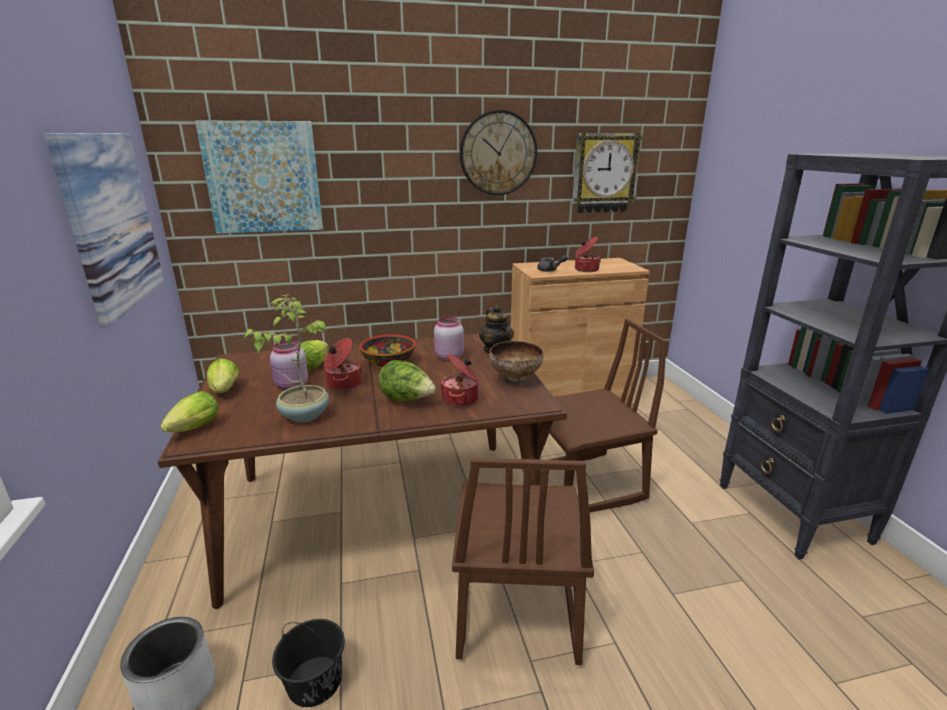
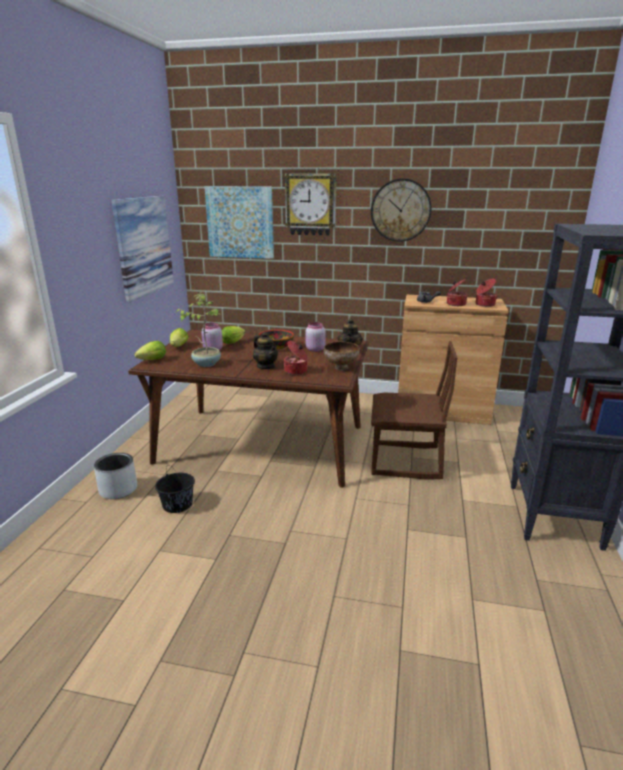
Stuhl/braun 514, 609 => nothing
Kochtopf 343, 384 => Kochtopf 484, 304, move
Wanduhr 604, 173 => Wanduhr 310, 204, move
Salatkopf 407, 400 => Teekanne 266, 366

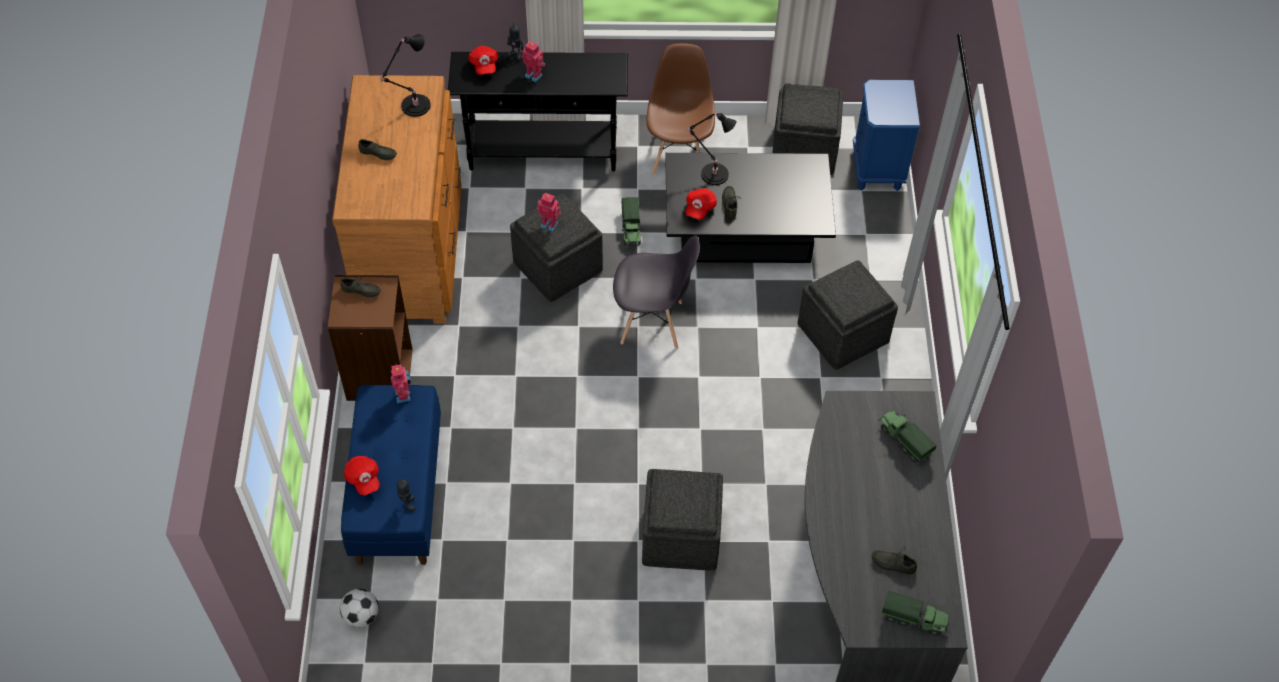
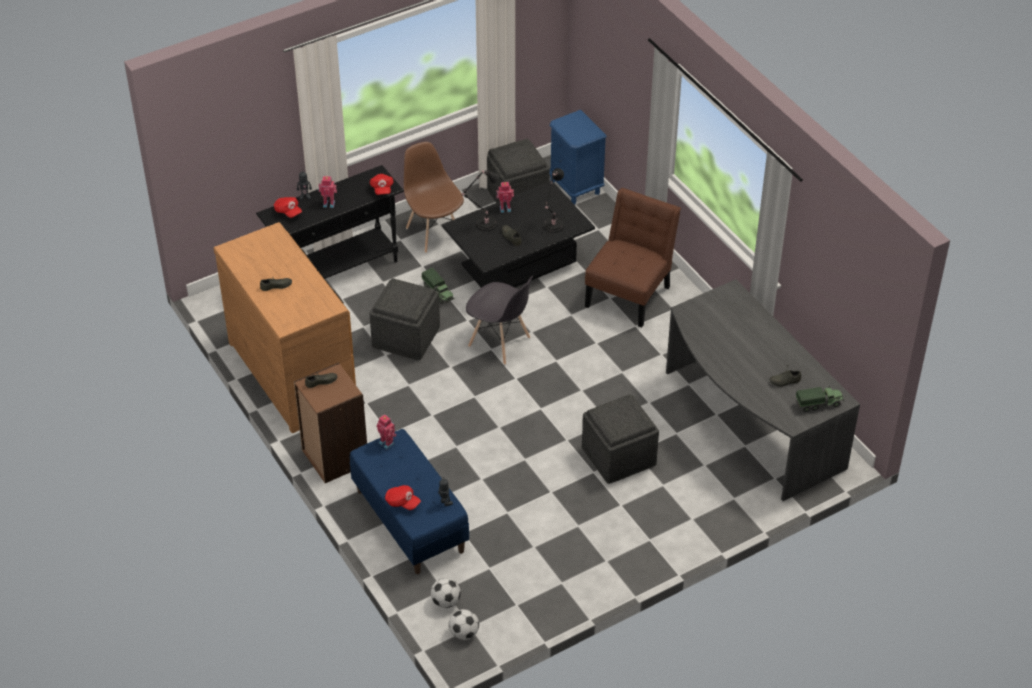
Spielzeuglaster 904, 440 => nothing
nothing => Fußball 464, 633
Tischlampe/schwarz 413, 106 => Tischlampe/schwarz 552, 226, move
Spielzeugroboter 550, 224 => Spielzeugroboter 505, 208, move
Kappe/rot 699, 208 => Kappe/rot 382, 189, move
Polsterhocker/grau 844, 333 => Stuhl/braun 630, 293
Stuhl/grau 652, 323 => Stuhl/grau 500, 342, 60 degrees clockwise

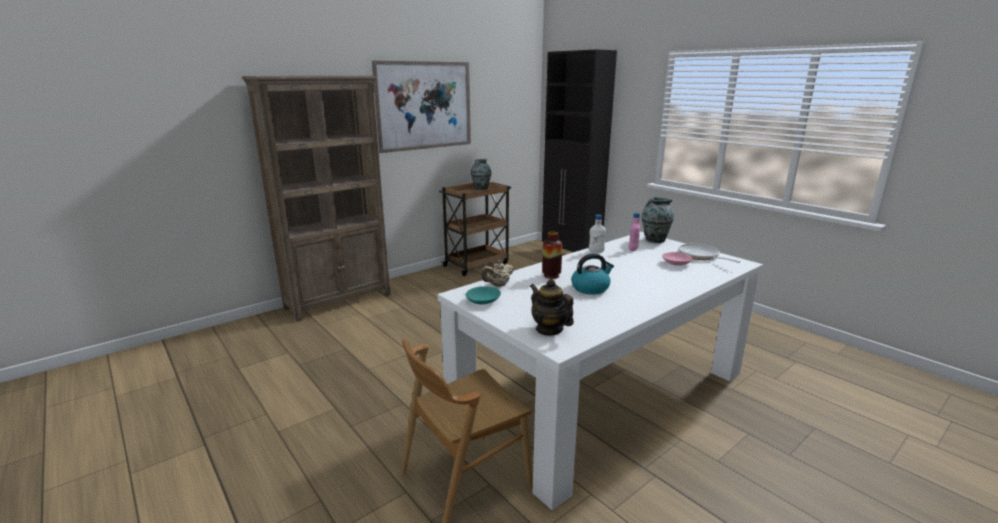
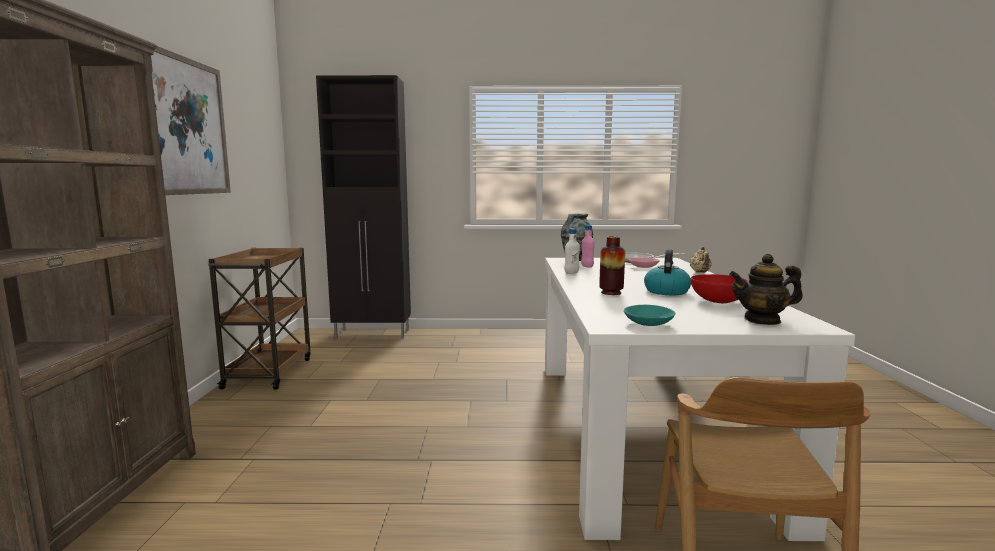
Vase 481, 189 => nothing
nothing => Schüssel/rot 717, 301
Teekanne/beige 498, 285 => Teekanne/beige 700, 272, move

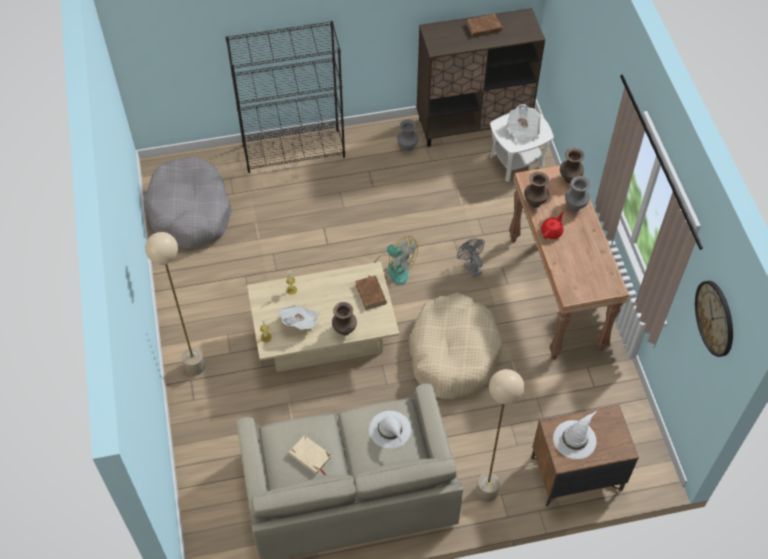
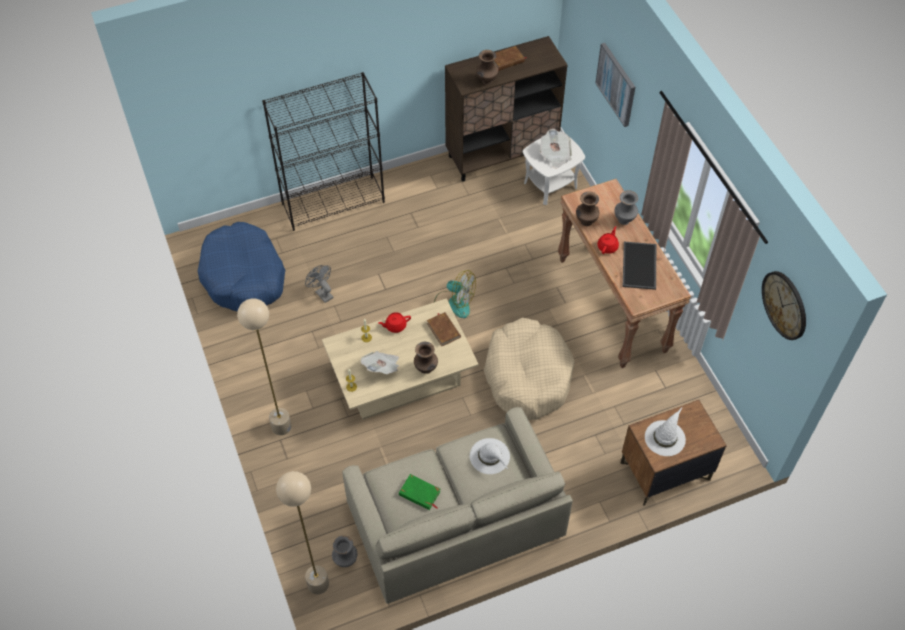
nothing => Teekanne/rot 395, 326
nothing => Bild 616, 84
nothing => Tablett 640, 266
Vase/grau 407, 147 => Vase/grau 345, 561, move
Ventilator/grau 470, 266 => Ventilator/grau 322, 293, move
Stehlampe/beige 486, 492 => Stehlampe/beige 318, 584, move
Vase/braun 569, 179 => Vase/braun 486, 81, move
Hundebett/grau 190, 211 => Hundebett/blau 244, 276
Buch/beige 310, 457 => Buch/grün 419, 494

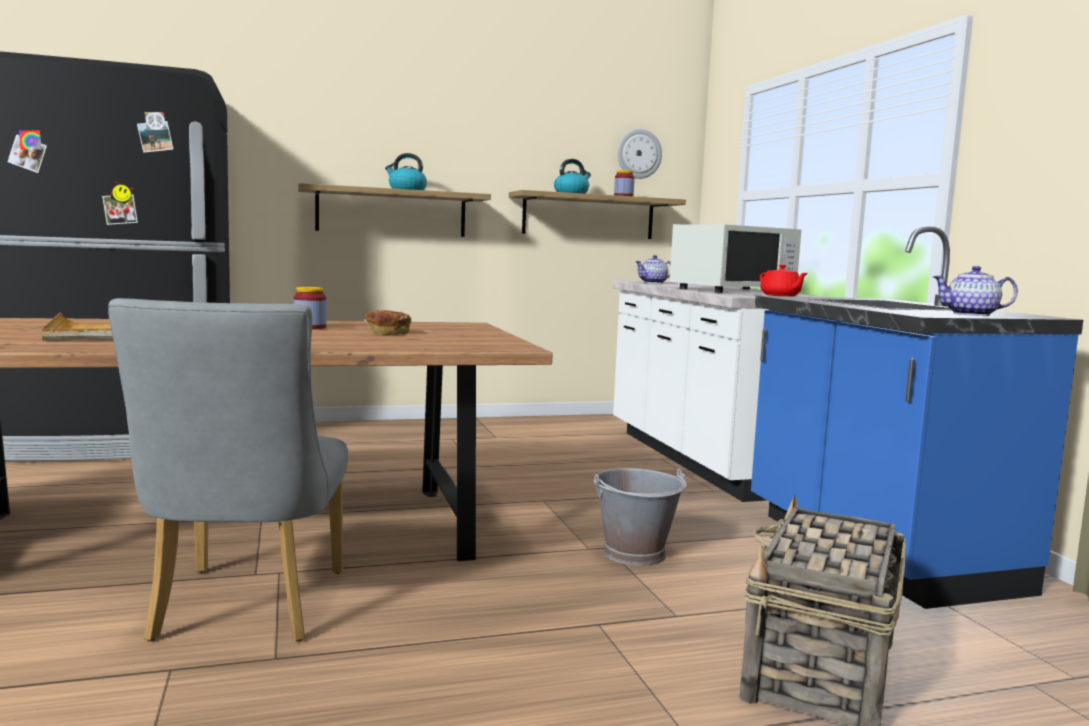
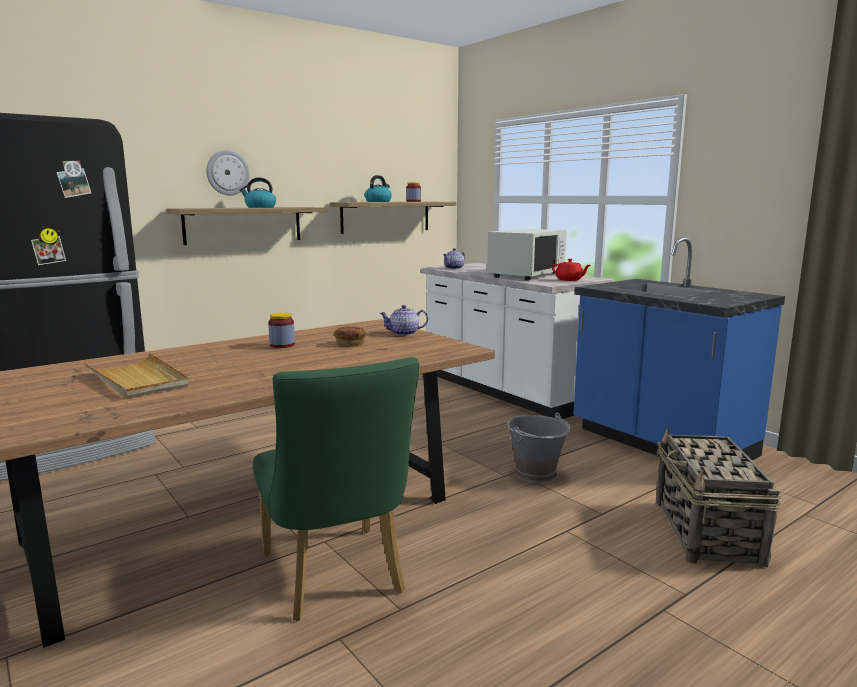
Wanduhr 639, 154 => Wanduhr 227, 172, move
Teekanne 972, 314 => Teekanne 404, 333, move
Stuhl/grau 244, 611 => Stuhl/grün 336, 578

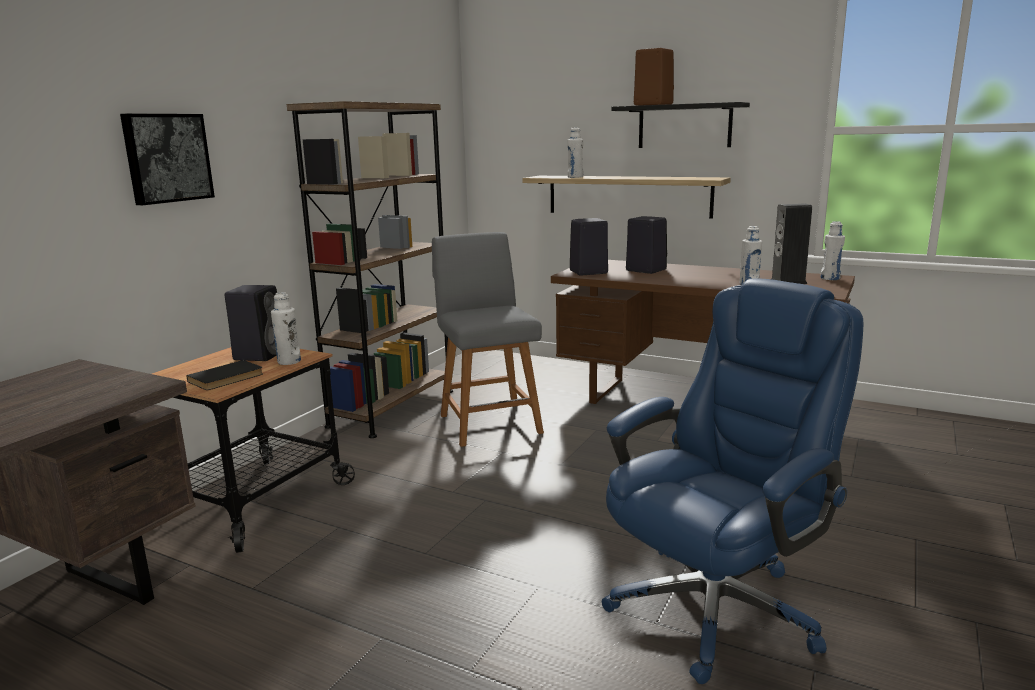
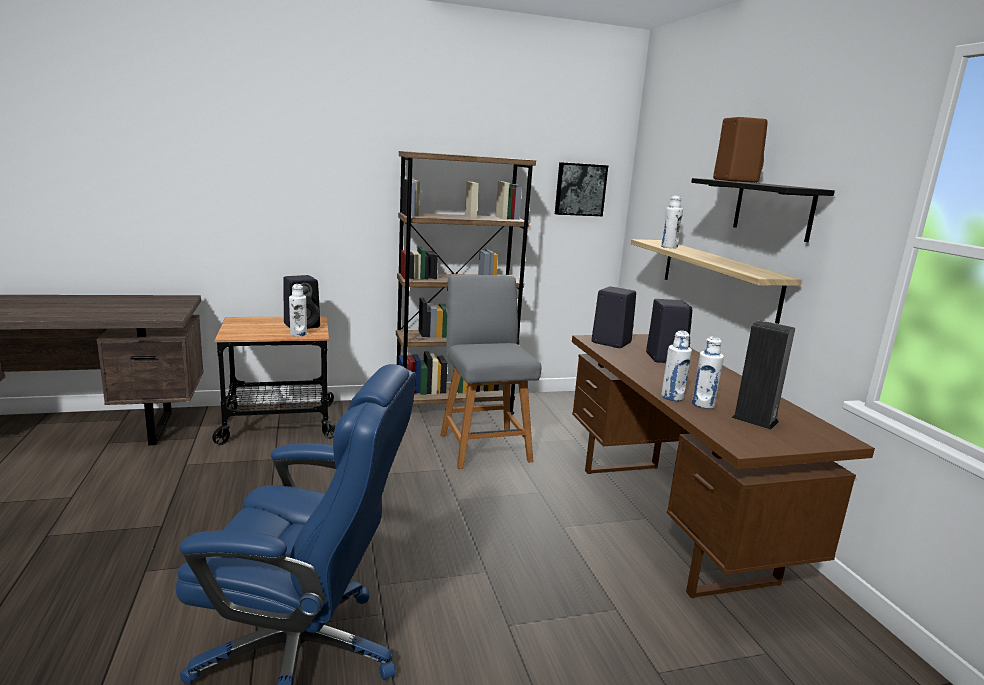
Buch/schwarz 227, 378 => nothing
Bild 166, 158 => Bild 580, 189, move
Flasche/weiß 830, 278 => Flasche/weiß 672, 397, move
Stuhl/grau 489, 422 => Stuhl/grau 483, 446, 45 degrees counterclockwise

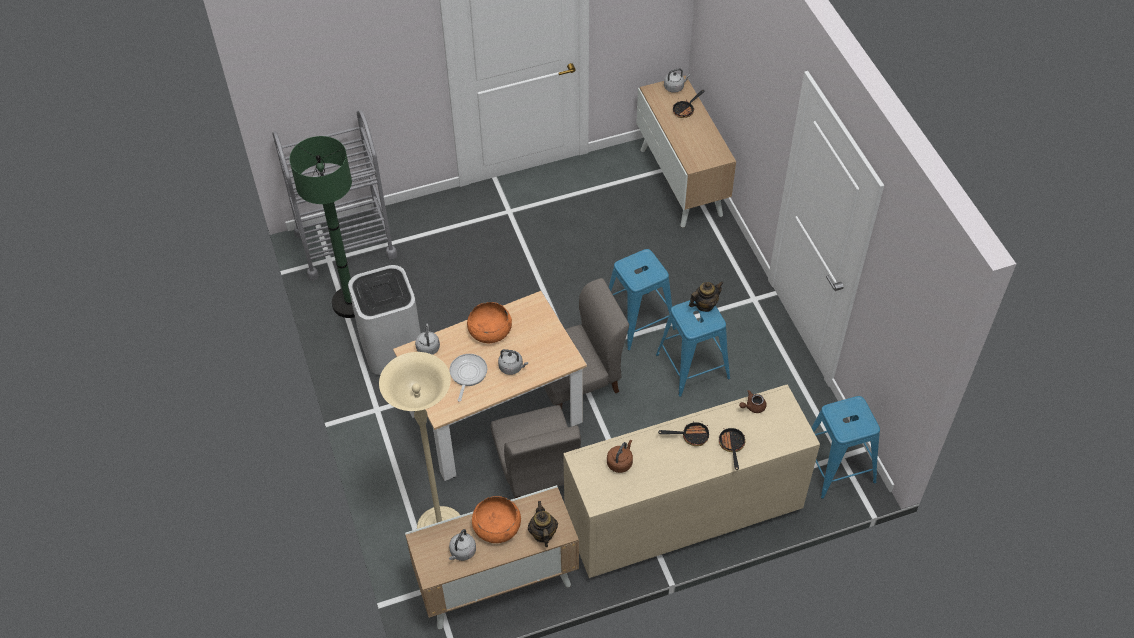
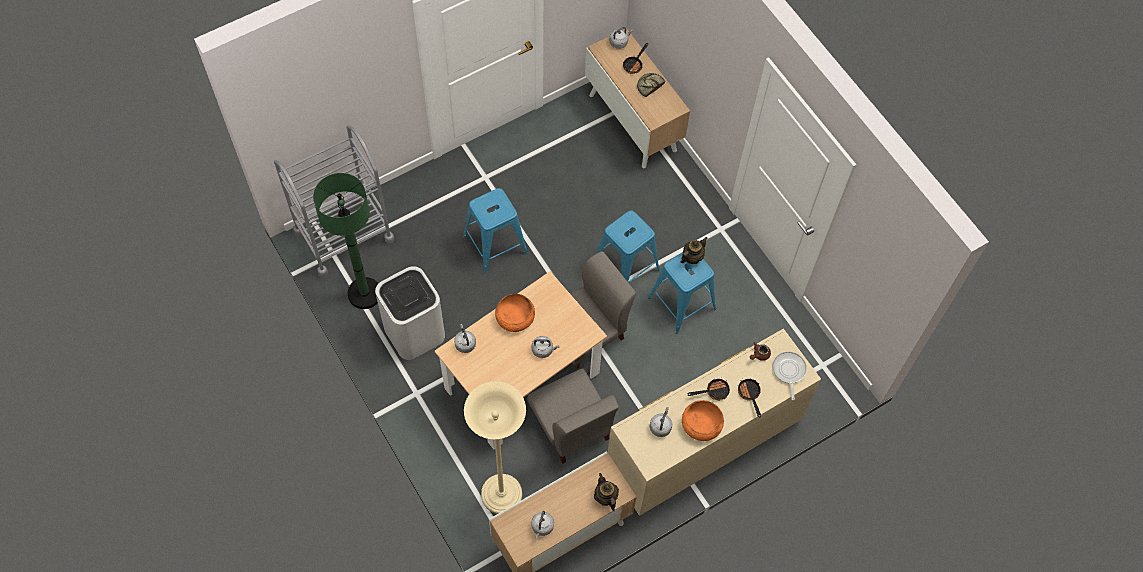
nothing => Brot 649, 86
Pfanne 467, 374 => Pfanne 788, 371, move
Schüssel/orange 497, 526 => Schüssel/orange 701, 424, move
Hocker/blau 836, 466 => Hocker/blau 495, 245, move
Wasserkessel/braun 620, 462 => Wasserkessel/grau 660, 426

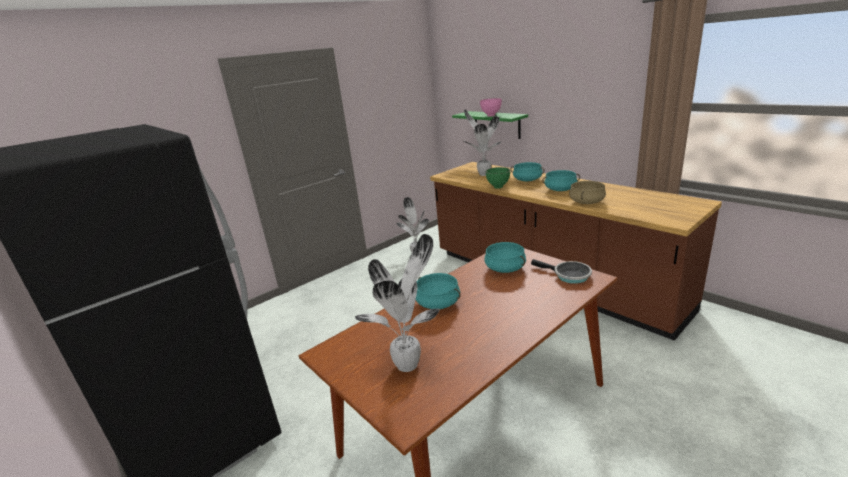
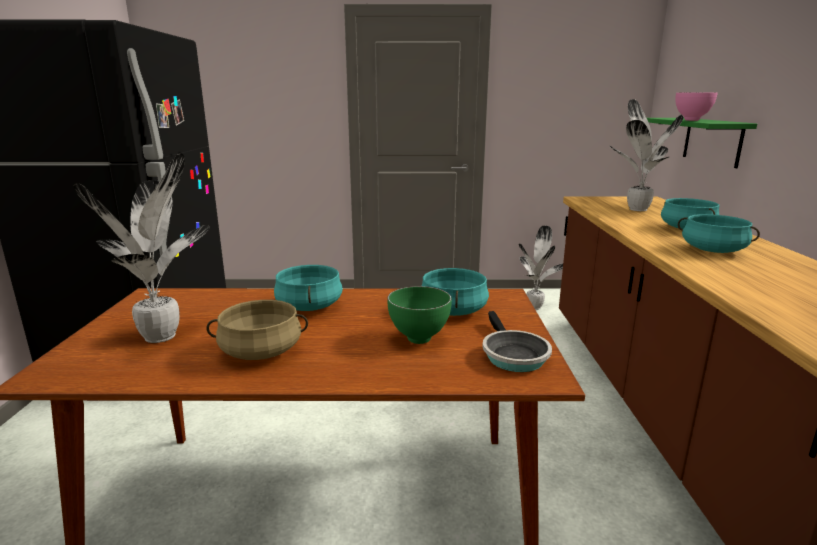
Schüssel/grün 497, 187 => Schüssel/grün 417, 339, move
Kochtopf/beige 587, 202 => Kochtopf/beige 261, 352, move

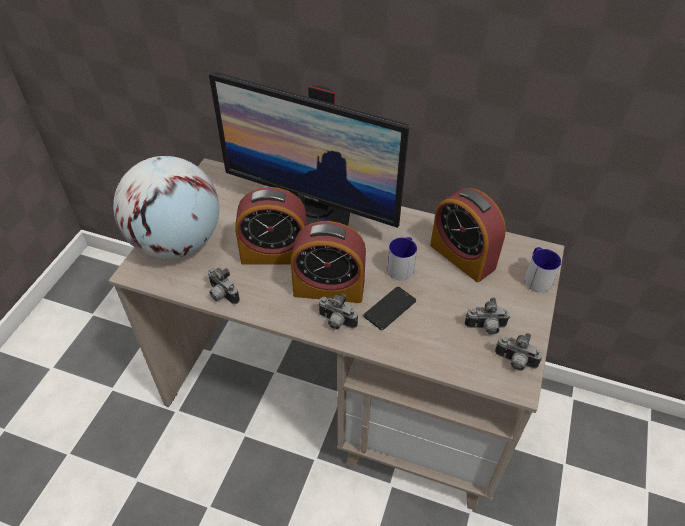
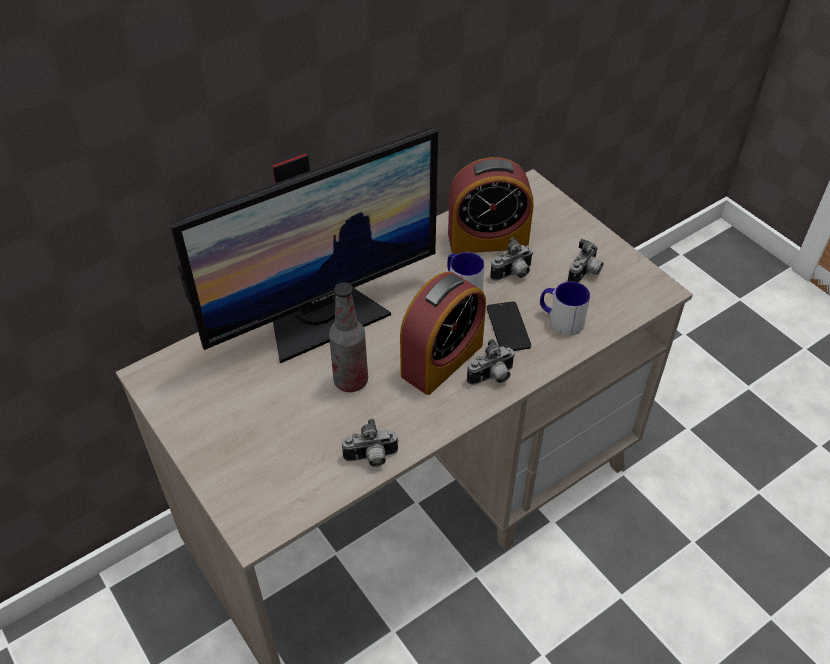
Globus 177, 242 => nothing
Kamera 514, 362 => Kamera 513, 274, move
Henkelbecher 536, 277 => Henkelbecher 560, 320, move
Wecker 274, 253 => Flasche 351, 381

